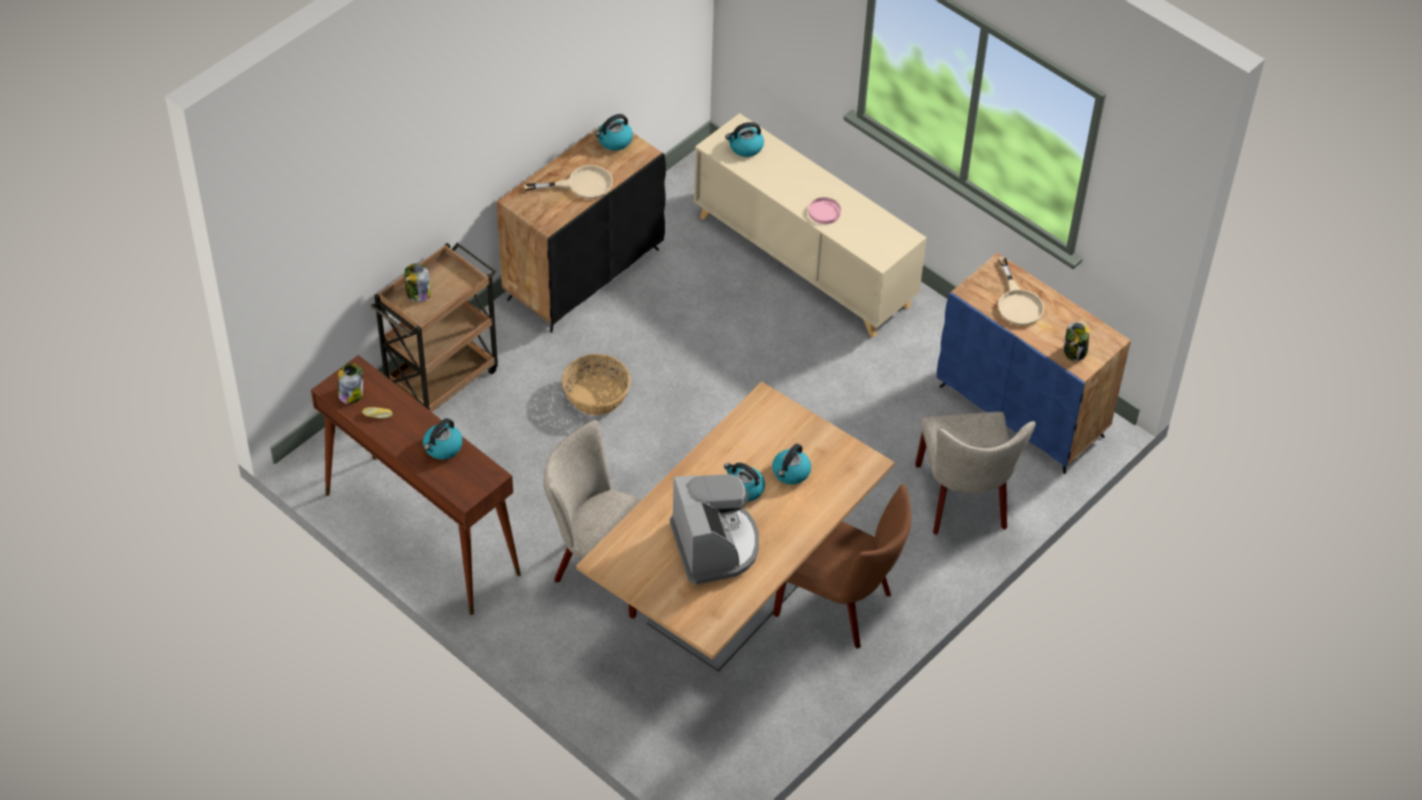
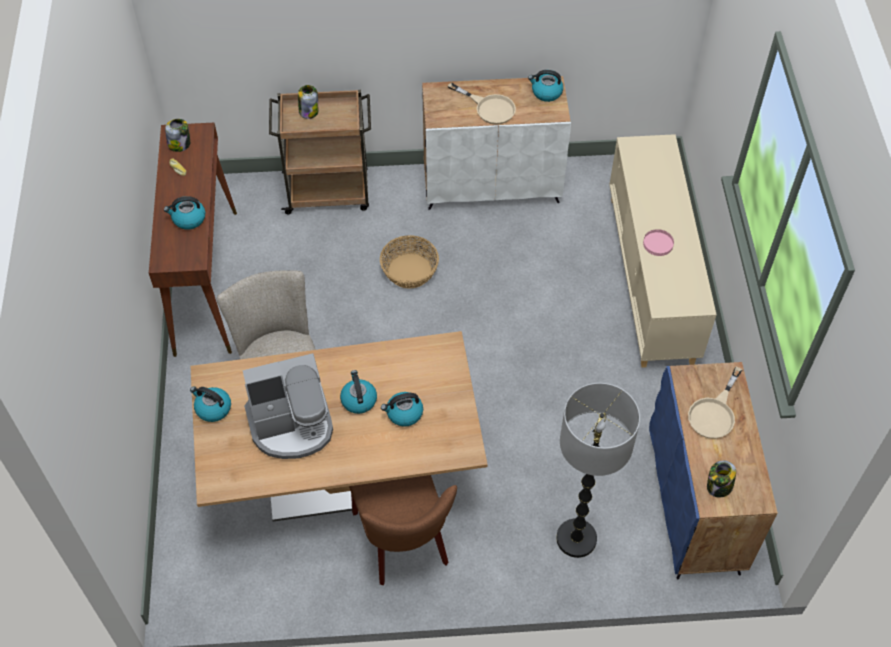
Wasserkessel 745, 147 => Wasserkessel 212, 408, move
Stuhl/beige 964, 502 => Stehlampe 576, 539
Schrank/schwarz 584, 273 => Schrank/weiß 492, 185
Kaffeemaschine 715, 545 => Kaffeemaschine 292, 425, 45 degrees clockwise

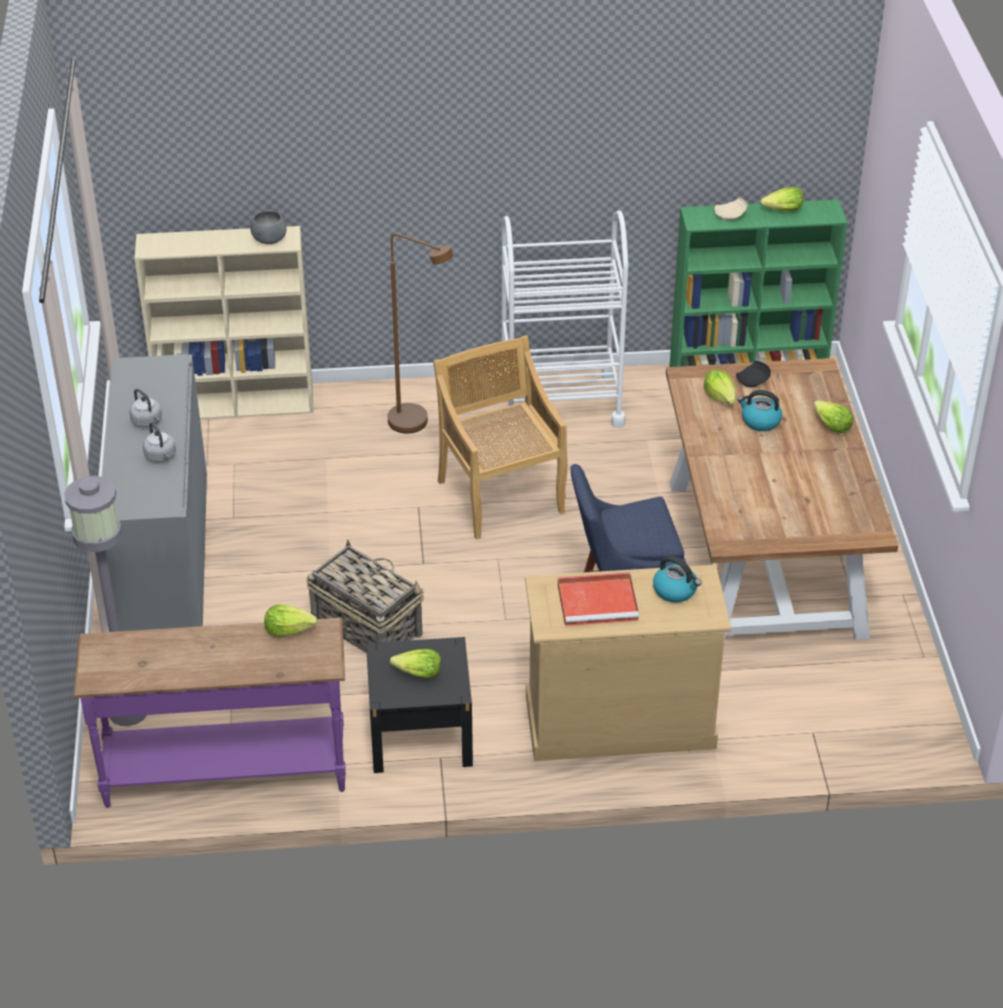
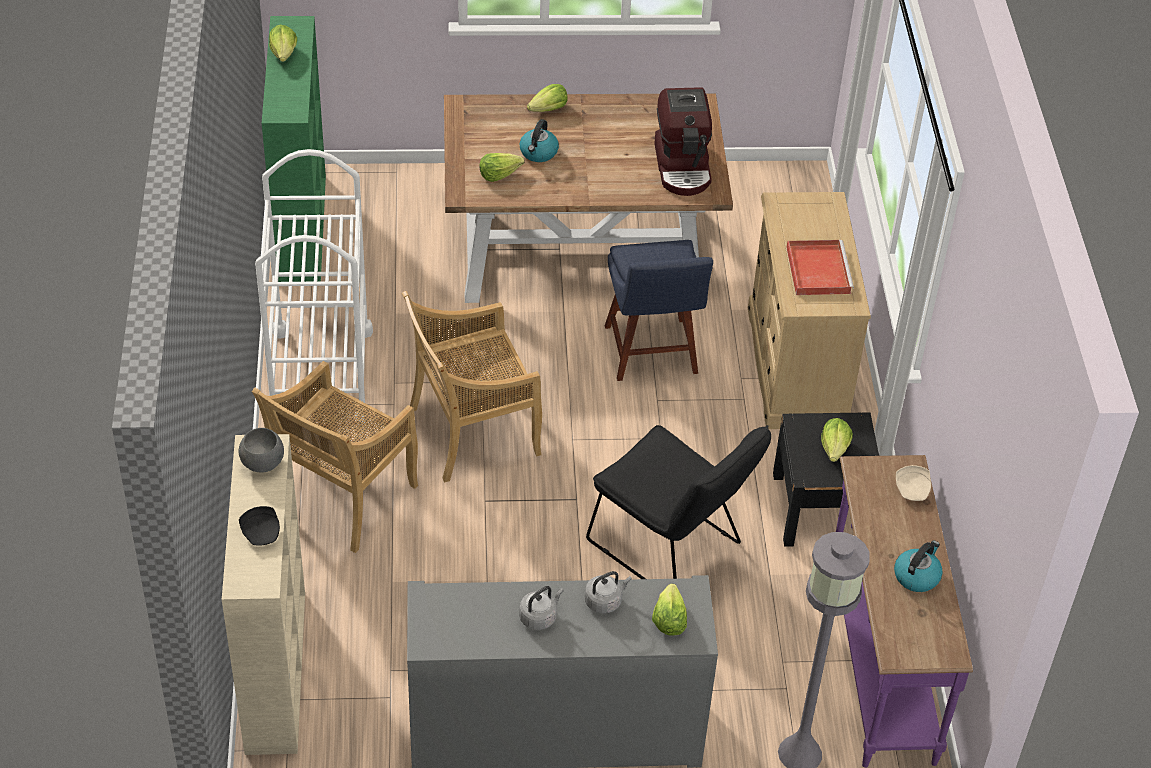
nothing => Kaffeemaschine 683, 167
Salatkopf 289, 629 => Salatkopf 668, 619, move
Wasserkessel 675, 590 => Wasserkessel 916, 576, move
Teller/beige 730, 215 => Teller/beige 913, 489, move
Teller/schwarz 753, 381 => Teller/schwarz 262, 532, move
Korb 366, 627 => Stuhl/schwarz 671, 548
Stehlampe/braun 417, 424 => Stuhl/beige 341, 497

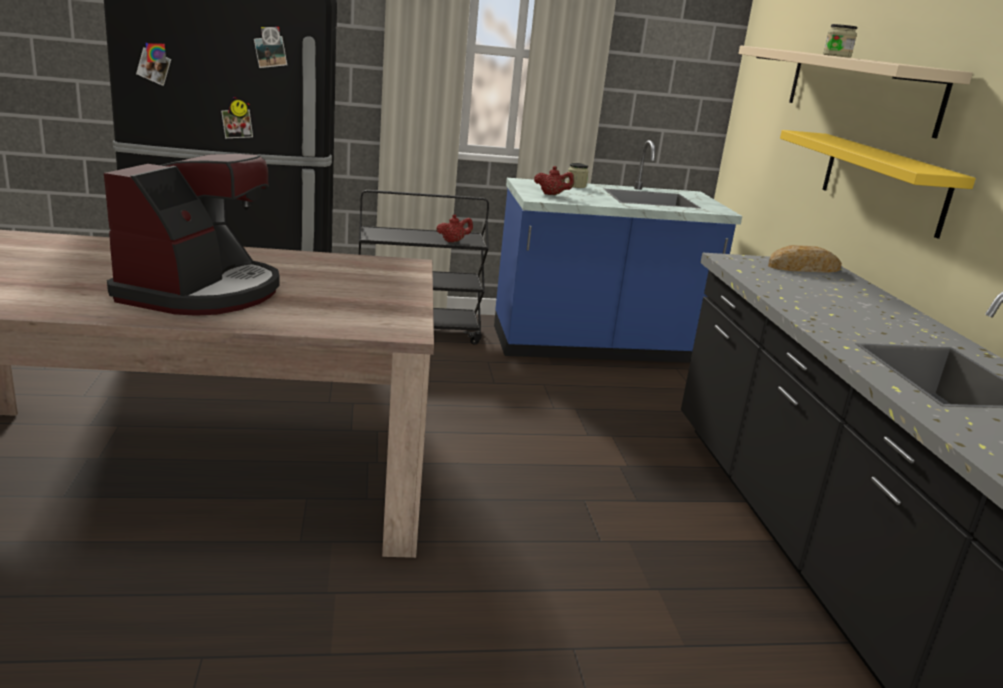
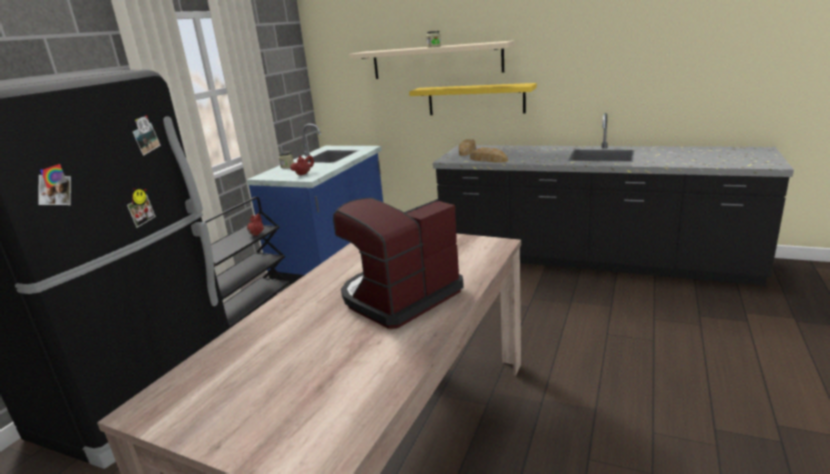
nothing => Brot 488, 160
Kaffeemaschine 202, 292 => Kaffeemaschine 399, 297, 90 degrees counterclockwise

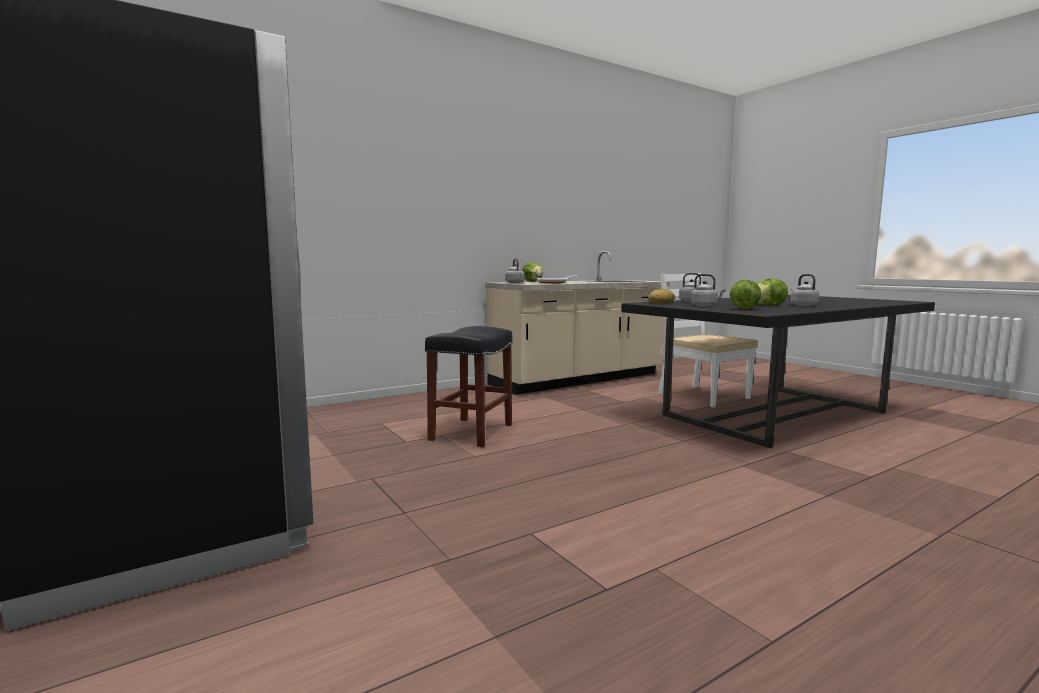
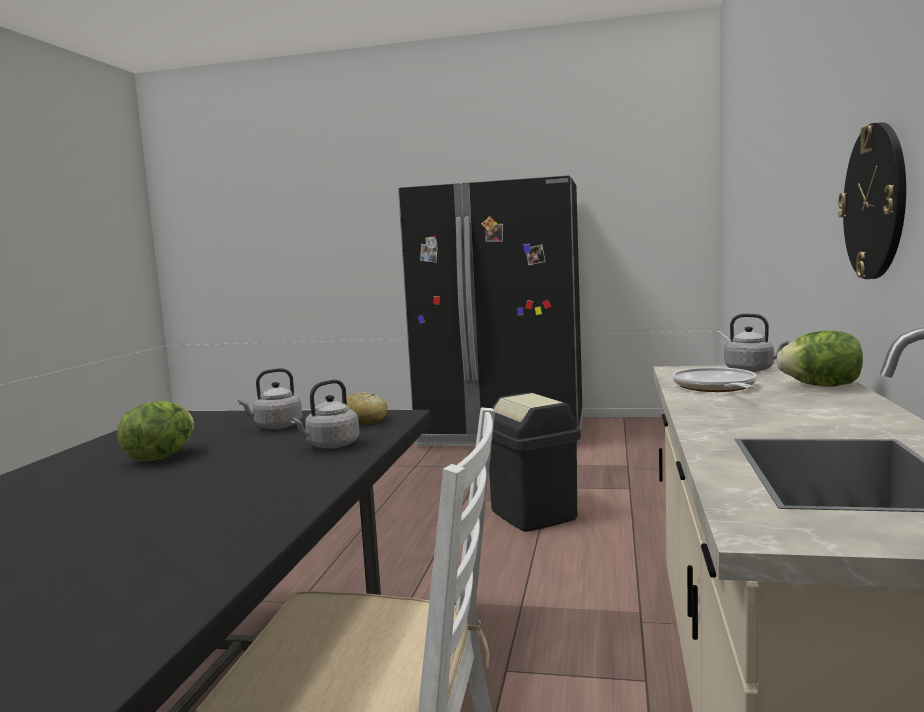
Salatkopf 744, 308 => nothing
Wasserkessel/grau 802, 305 => nothing
nothing => Wanduhr 875, 202
Hocker/schwarz 471, 432 => Mülleimer/schwarz 534, 514

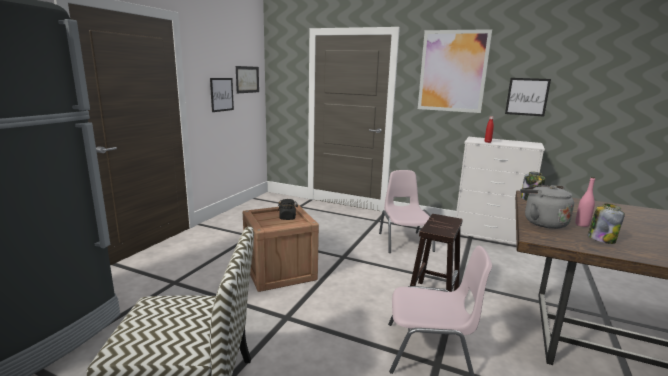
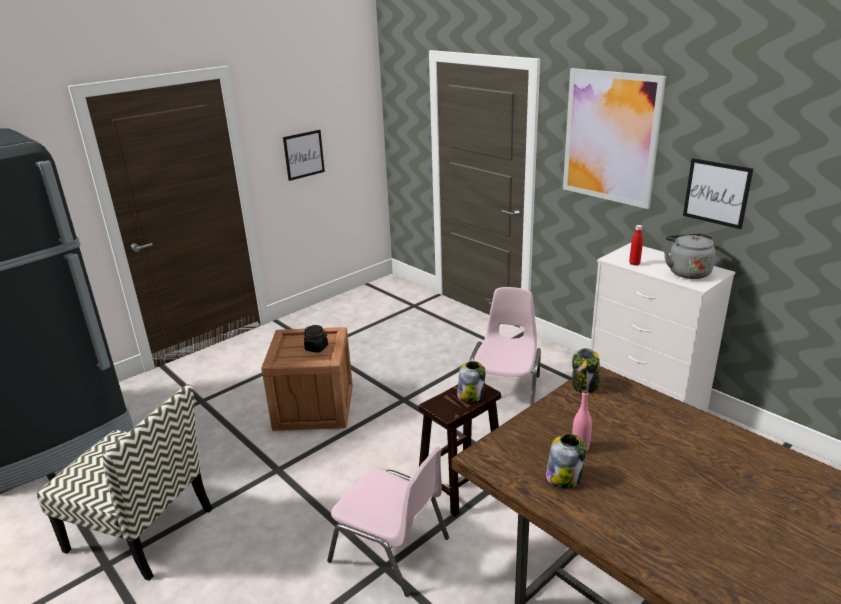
Bild 247, 79 => nothing
nothing => Vorratsglas 471, 395
Wasserkessel/grau 542, 222 => Wasserkessel/grau 687, 272, move

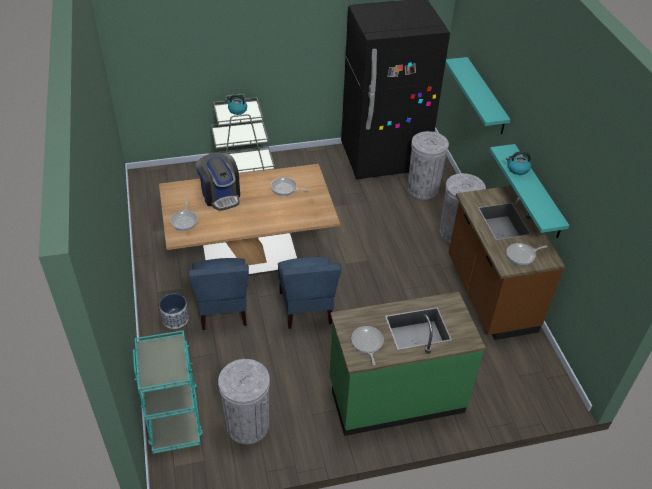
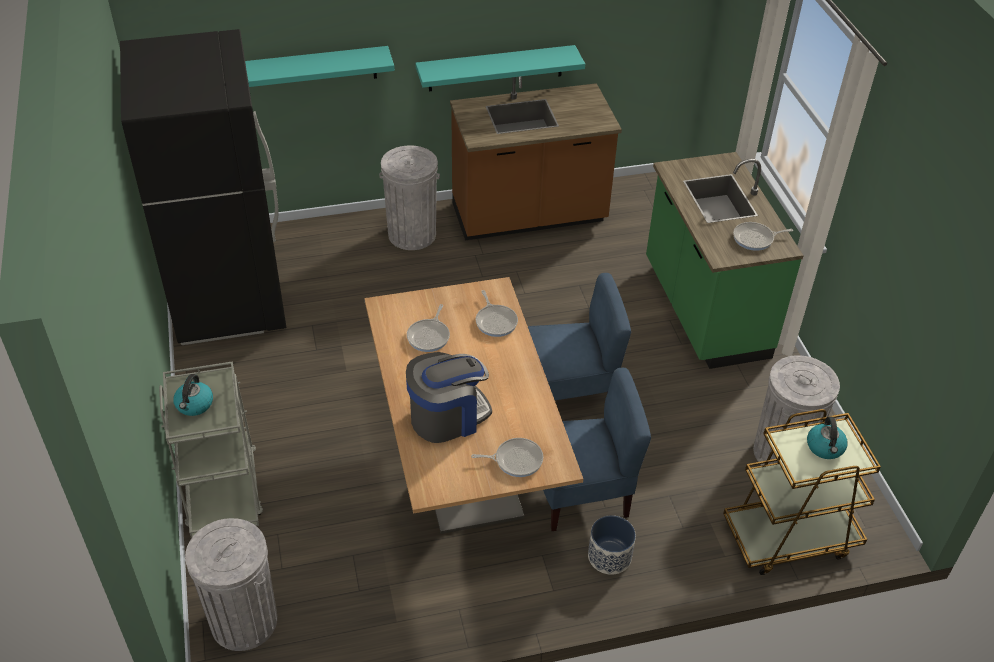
Mülleimer/grau 422, 189 => Mülleimer/grau 243, 621, move
Wasserkessel 517, 169 => Wasserkessel 825, 447, move
Pfanne 522, 255 => Pfanne 496, 321, move
Rollwagen/türkis 174, 416 => Rollwagen/braun 789, 537

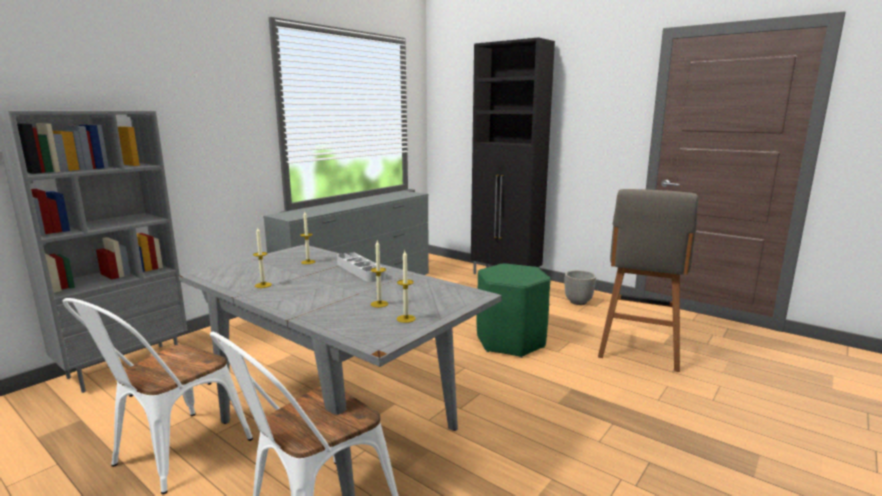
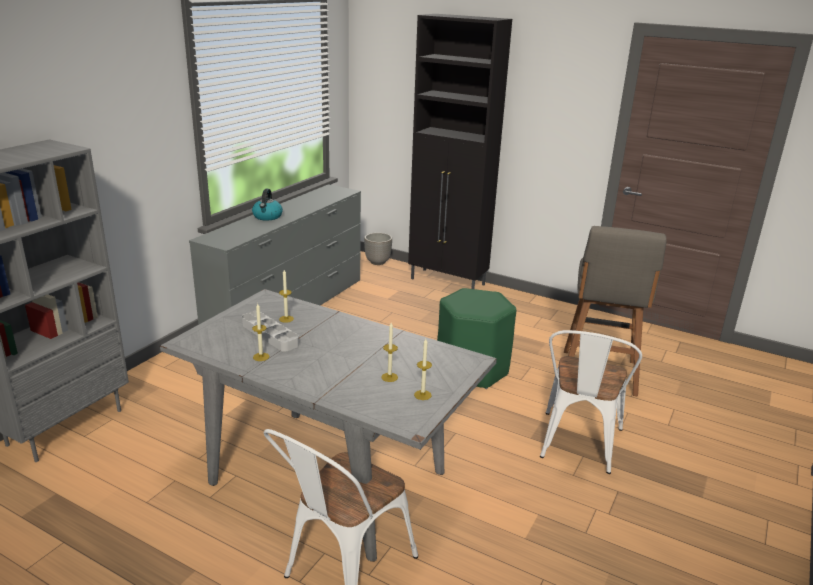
nothing => Wasserkessel 267, 217
Stuhl/weiß 172, 456 => Stuhl/weiß 578, 447, move
Tablett/grau 360, 271 => Tablett/grau 270, 334, move
Pflanzkübel 578, 302 => Pflanzkübel 378, 262, move

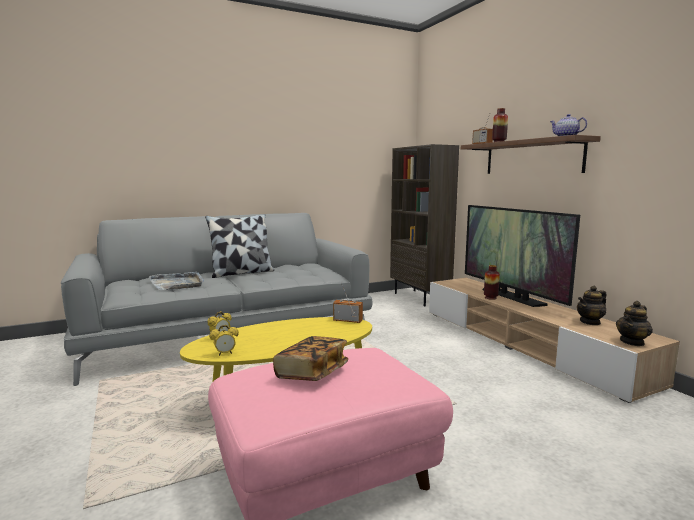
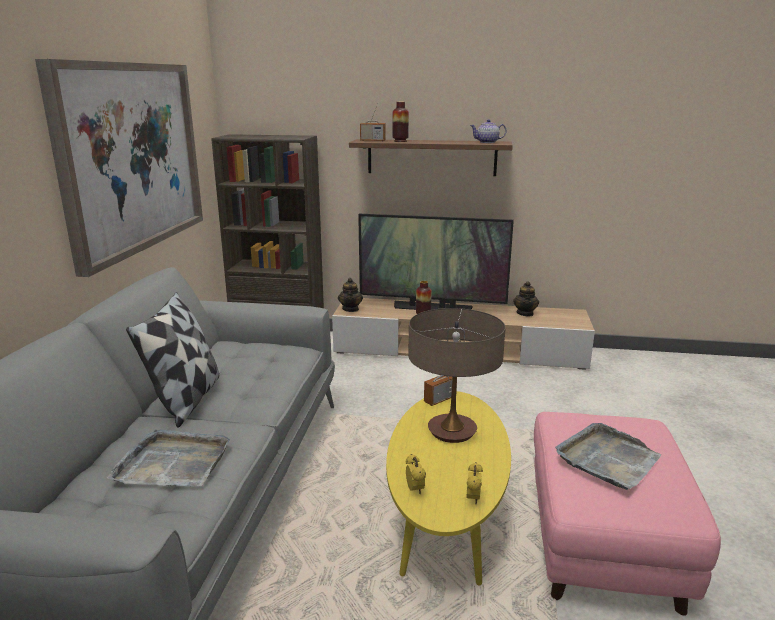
nothing => Bild 132, 157
nothing => Tischlampe 452, 431
Teekanne 632, 342 => Teekanne 350, 309, move
Buch 311, 373 => Tablett/grau 607, 459

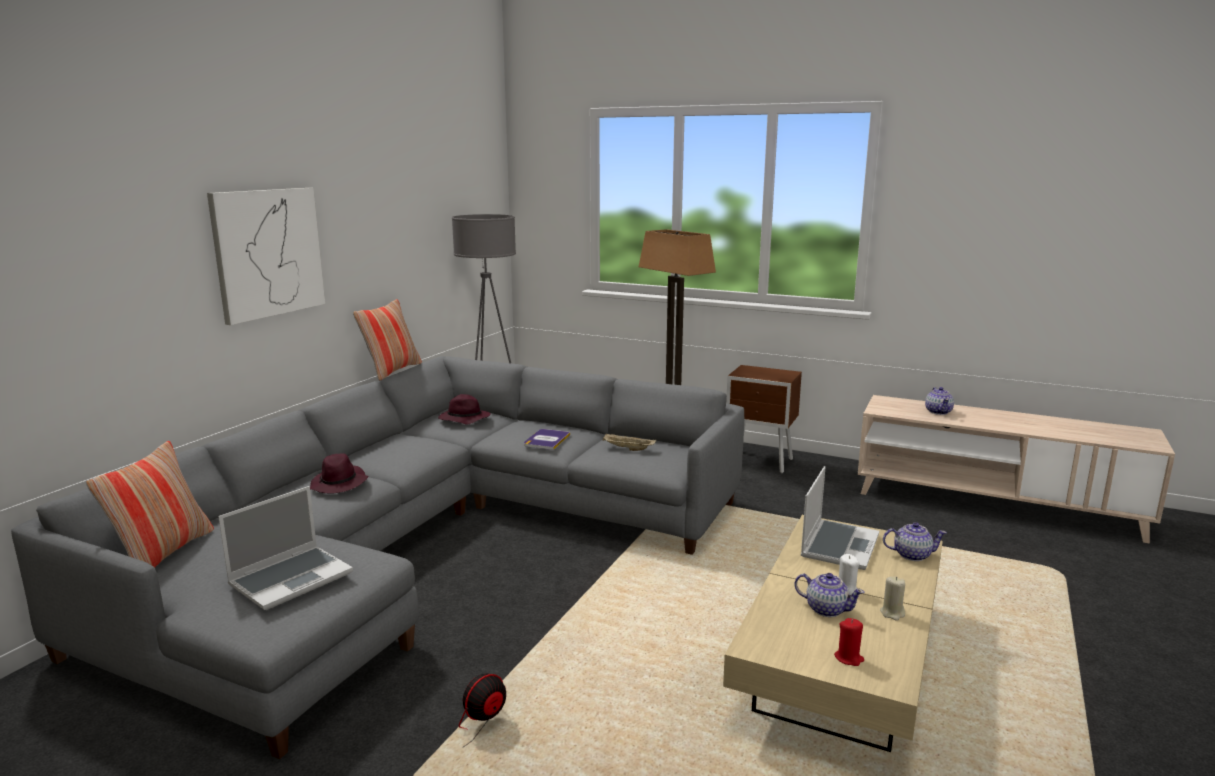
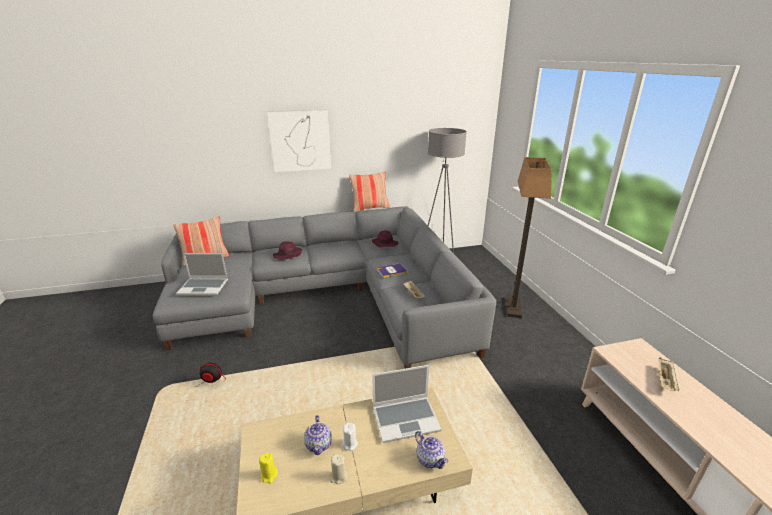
Nachttisch/braun 761, 462 => nothing
Teekanne 938, 412 => Tablett/beige 665, 381
Kerze/rot 849, 658 => Kerze/gelb 269, 475

